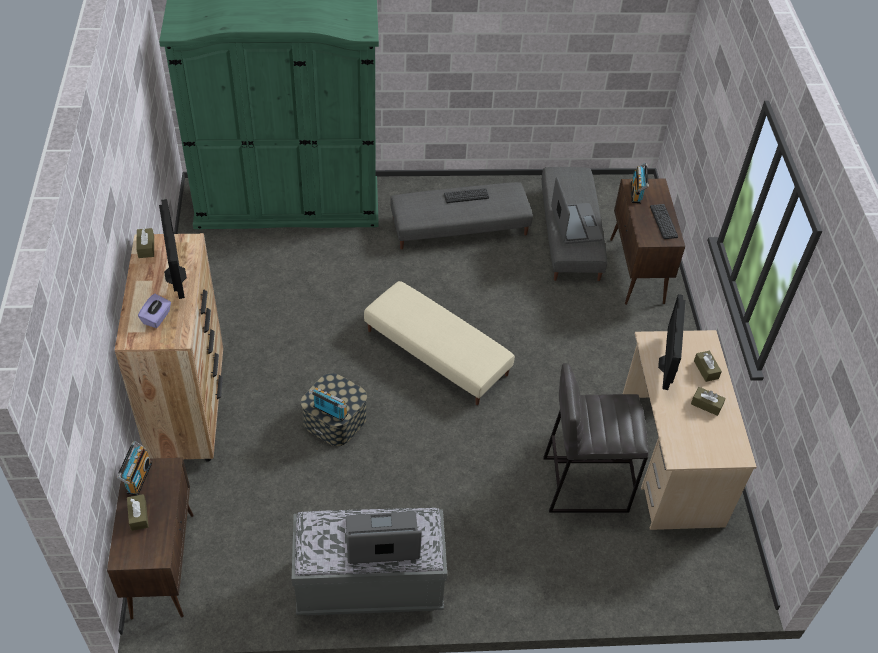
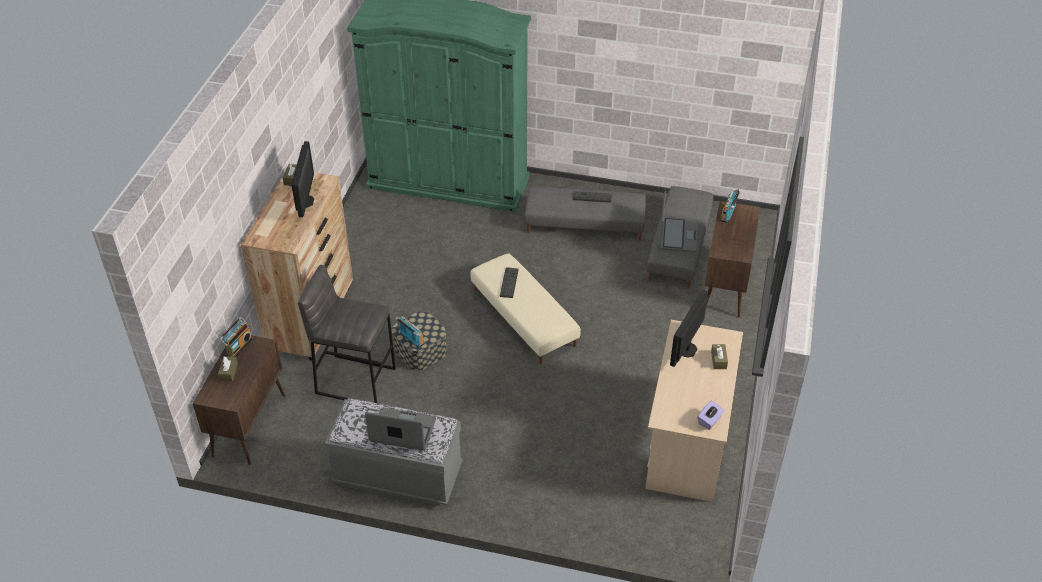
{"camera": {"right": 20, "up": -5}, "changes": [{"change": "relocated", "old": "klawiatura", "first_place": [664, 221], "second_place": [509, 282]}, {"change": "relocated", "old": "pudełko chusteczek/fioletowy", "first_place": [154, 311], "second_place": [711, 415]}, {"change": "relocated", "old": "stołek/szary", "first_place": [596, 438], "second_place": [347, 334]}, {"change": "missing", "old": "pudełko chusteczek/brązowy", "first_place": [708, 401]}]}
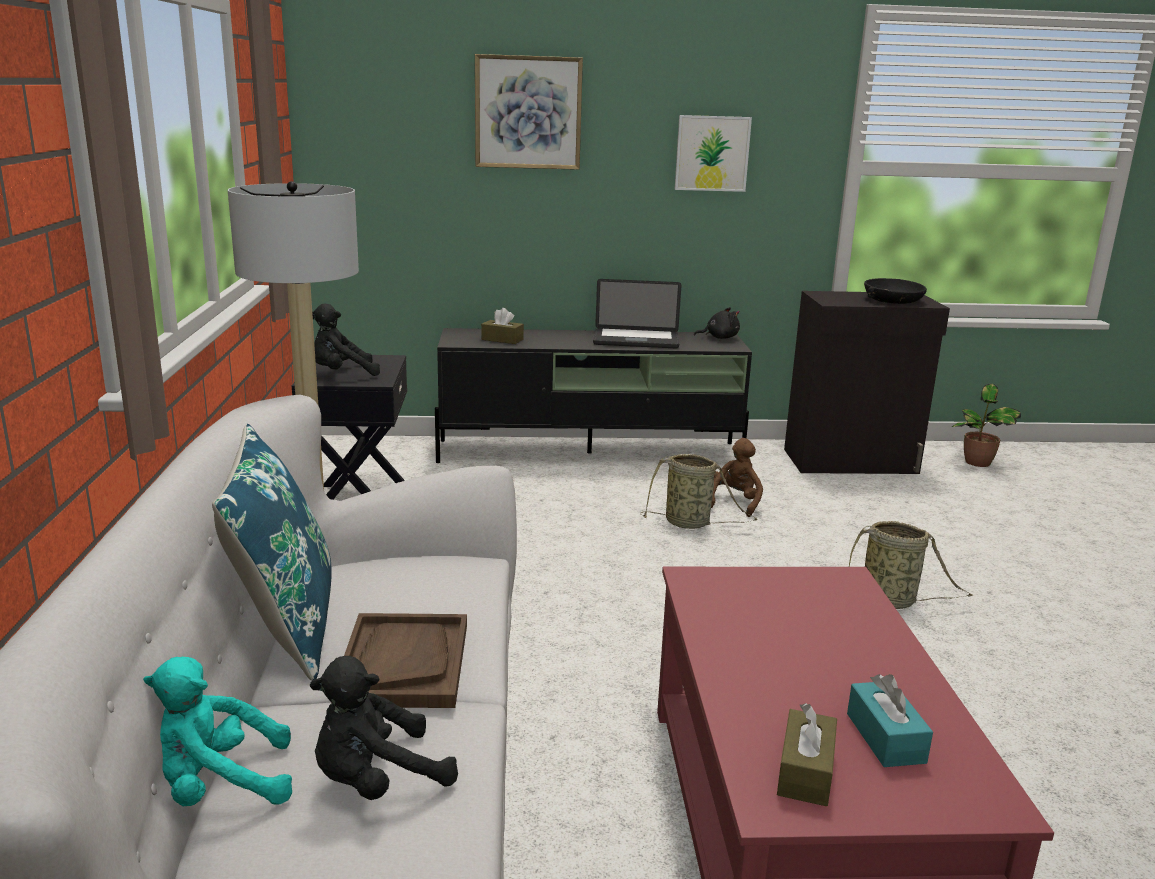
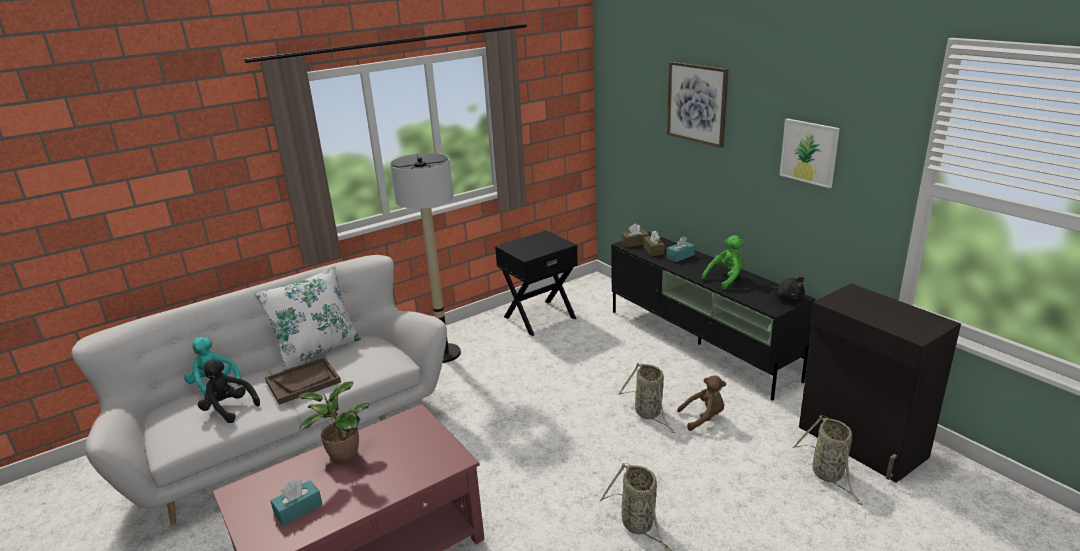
{"camera": {"right": 60, "up": 5}, "changes": [{"change": "missing", "old": "miska/czarny", "first_place": [895, 291]}, {"change": "exchanged", "old": "laptop", "new": "pluszak/zielony", "first_place": [637, 313], "second_place": [722, 262]}, {"change": "missing", "old": "pluszak/czarny", "first_place": [346, 340]}, {"change": "relocated", "old": "roślina doniczkowa", "first_place": [986, 425], "second_place": [334, 422]}, {"change": "colour", "old": "poduszka/niebieski", "new": "poduszka/biały", "first_place": [272, 552], "second_place": [307, 318]}, {"change": "relocated", "old": "pudełko chusteczek/brązowy", "first_place": [807, 754], "second_place": [635, 235]}, {"change": "appeared", "new": "pudełko chusteczek/turkusowy", "second_place": [681, 249]}, {"change": "appeared", "new": "koszyk", "second_place": [828, 460]}]}
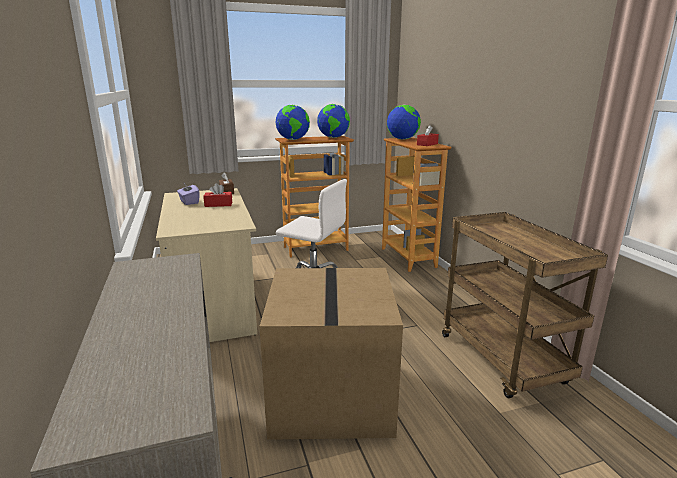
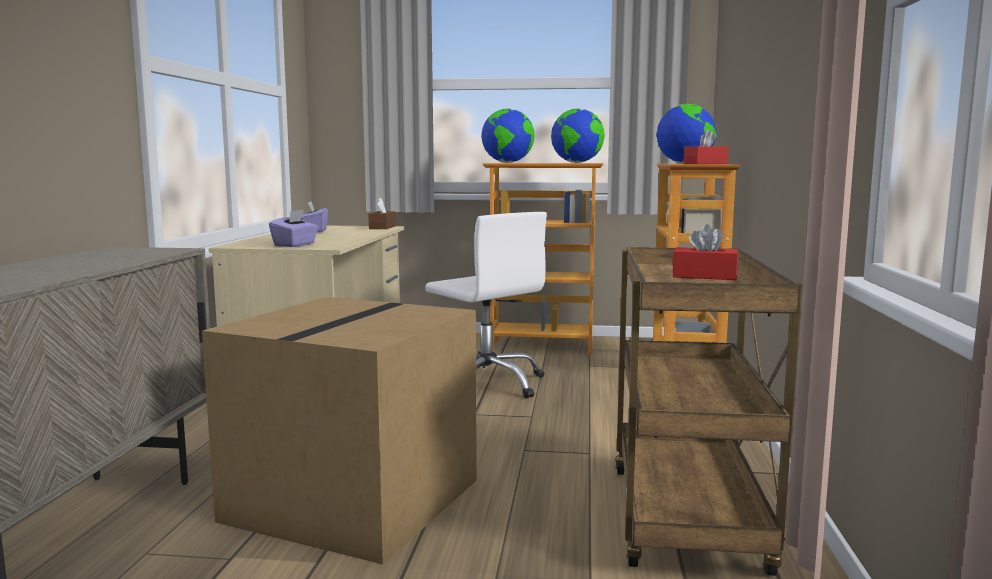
{"camera": {"right": 25, "up": -10}, "changes": [{"change": "relocated", "old": "pudełko chusteczek/czerwony", "first_place": [217, 195], "second_place": [705, 252]}, {"change": "appeared", "new": "pudełko chusteczek/fioletowy", "second_place": [293, 228]}]}
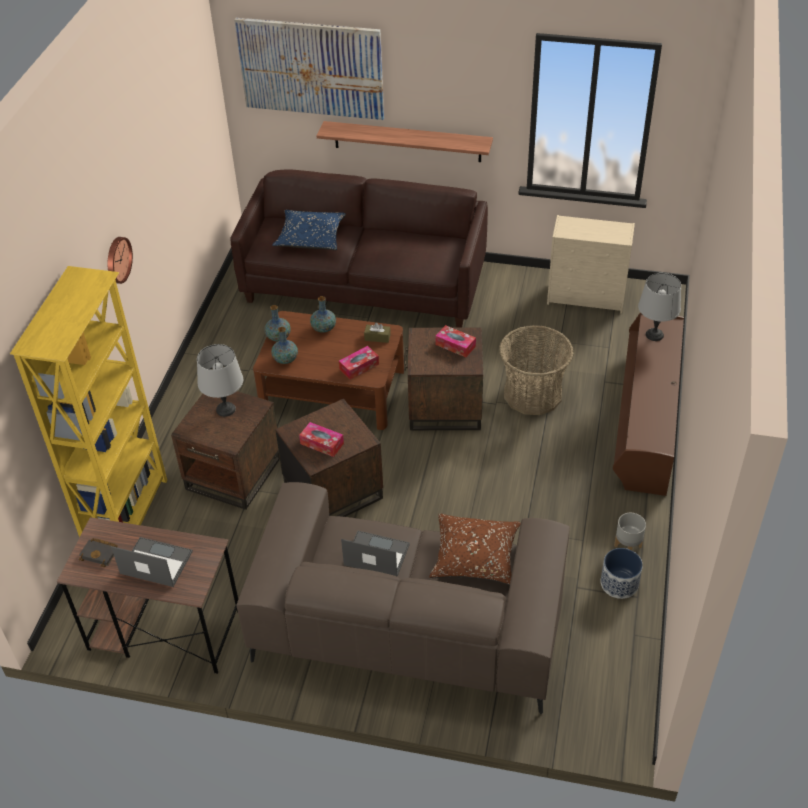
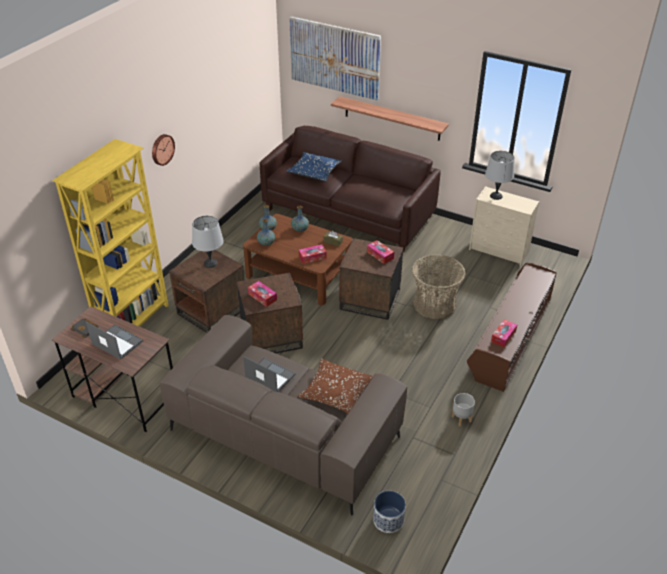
{"camera": {"right": 15, "up": -5}, "changes": [{"change": "relocated", "old": "lampa stołowa/szary", "first_place": [659, 307], "second_place": [500, 175]}, {"change": "relocated", "old": "donica", "first_place": [622, 573], "second_place": [389, 512]}, {"change": "appeared", "new": "pudełko chusteczek", "second_place": [504, 333]}]}
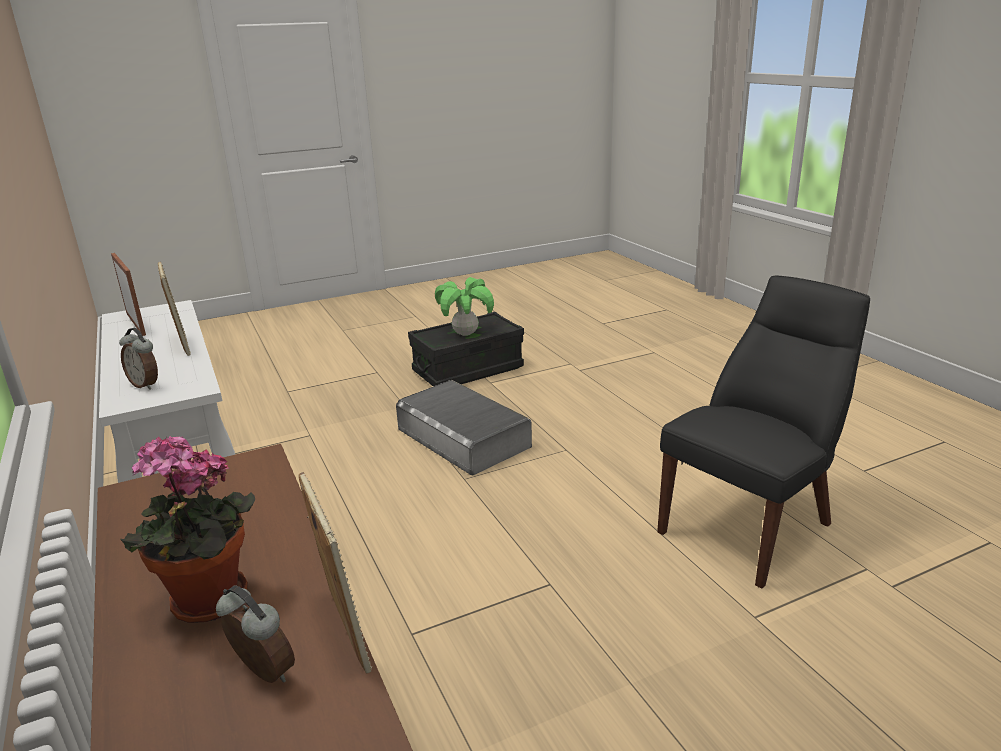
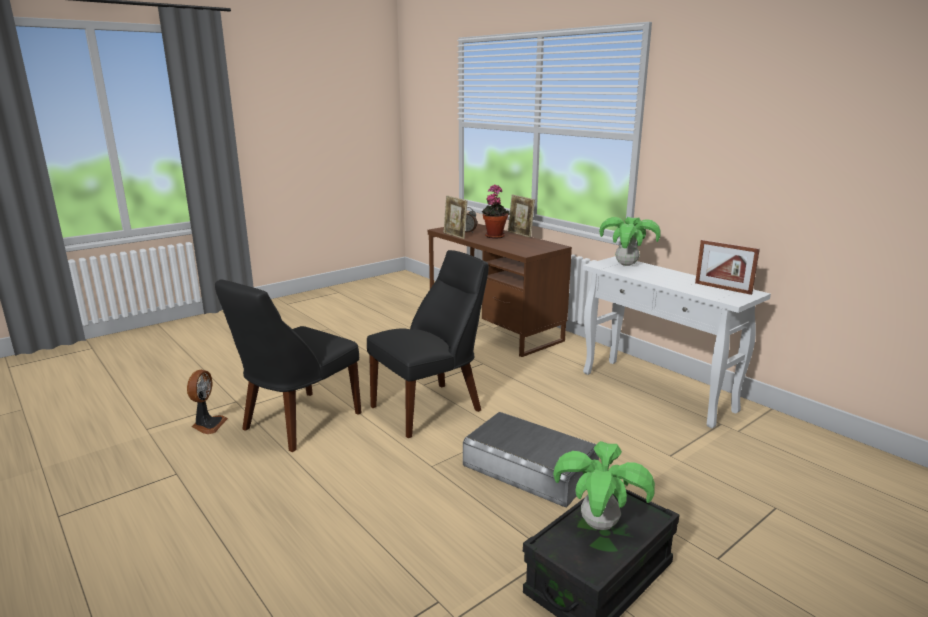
{"camera": {"right": 165, "up": -5}, "changes": [{"change": "relocated", "old": "ramka na zdjęcie", "first_place": [174, 309], "second_place": [521, 216]}, {"change": "exchanged", "old": "budzik", "new": "roślina doniczkowa", "first_place": [138, 359], "second_place": [630, 241]}, {"change": "appeared", "new": "krzesło/czarny", "second_place": [428, 344]}, {"change": "appeared", "new": "wentylator", "second_place": [207, 402]}]}
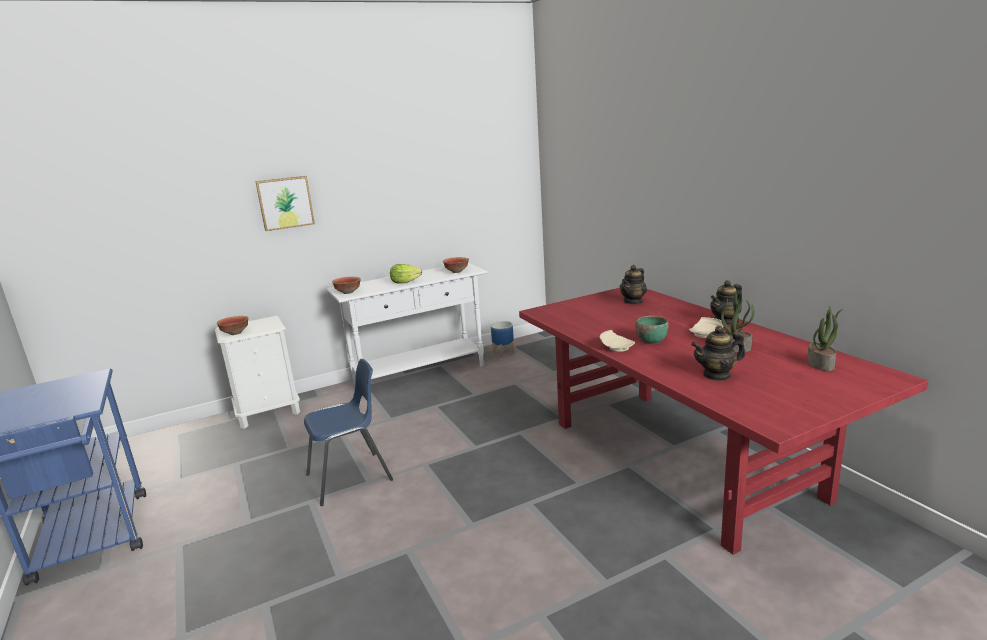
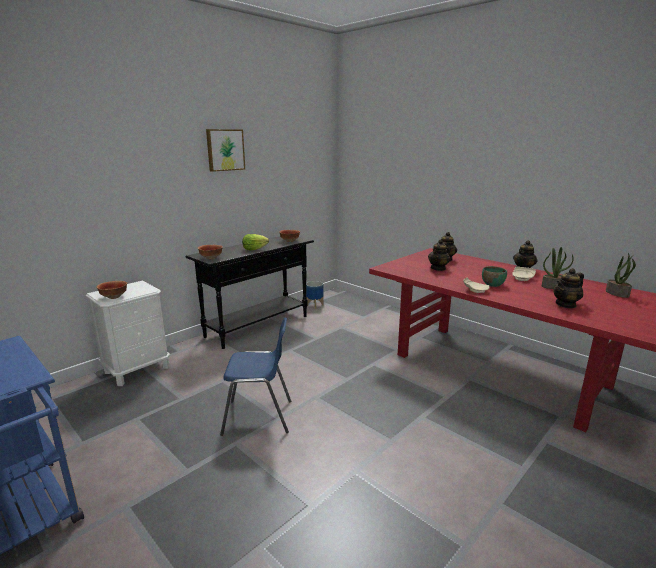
{"camera": {"right": -20, "up": 0}, "changes": [{"change": "relocated", "old": "obraz", "first_place": [285, 203], "second_place": [225, 150]}, {"change": "colour", "old": "stolik konsolowy/biały", "new": "stolik konsolowy/czarny", "first_place": [407, 323], "second_place": [249, 292]}, {"change": "spun", "old": "krzesło/niebieski", "first_place": [348, 432], "second_place": [255, 377], "degrees": 45}, {"change": "appeared", "new": "imbryk", "second_place": [439, 255]}]}
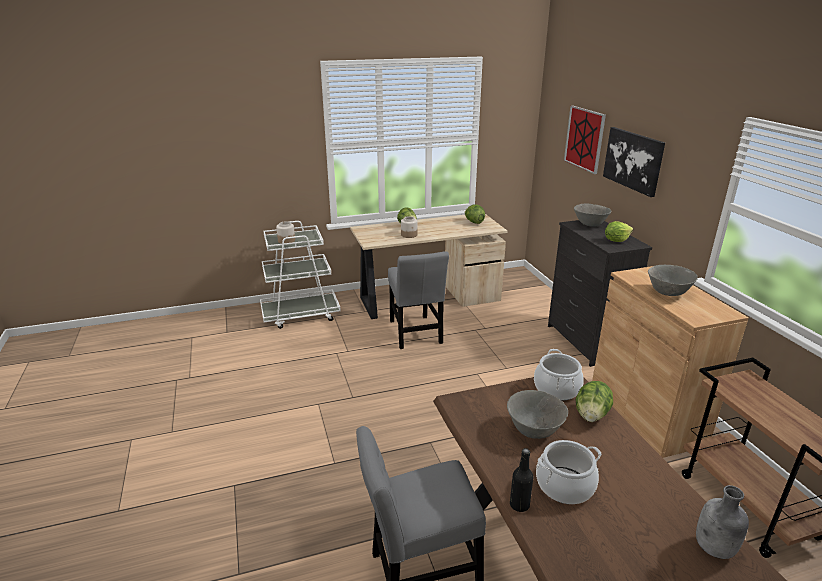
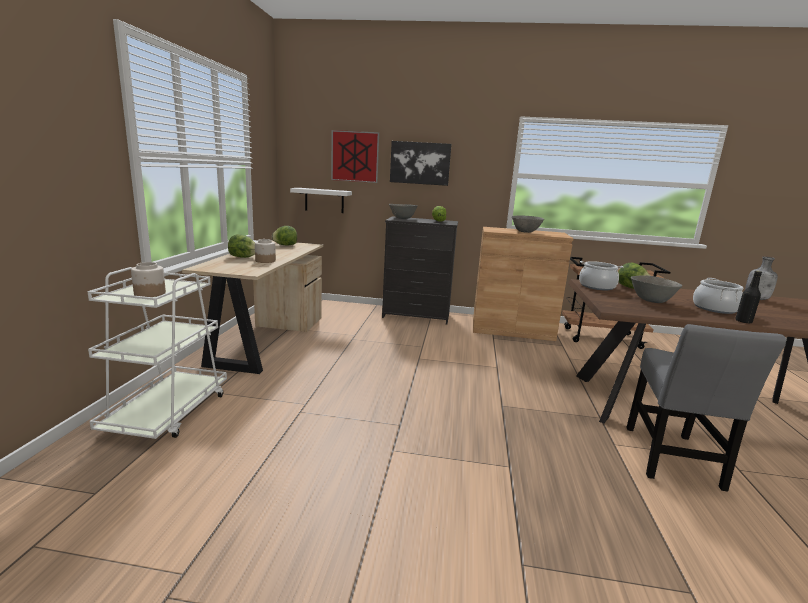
{"camera": {"right": -65, "up": -10}, "changes": [{"change": "missing", "old": "krzesło/szary", "first_place": [418, 300]}, {"change": "appeared", "new": "półka/biały", "second_place": [321, 200]}]}
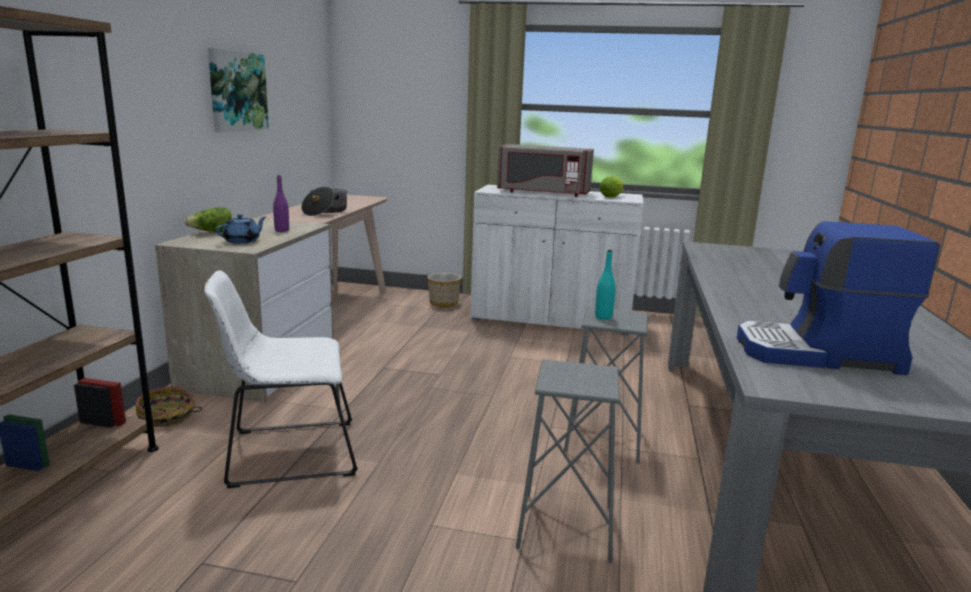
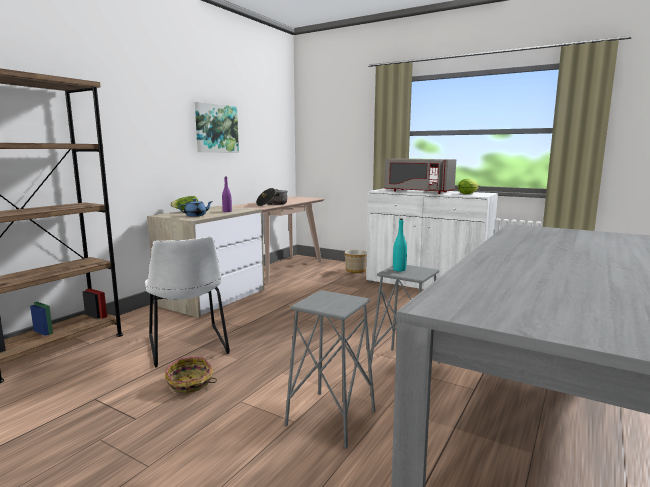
{"camera": {"right": 20, "up": -5}, "changes": [{"change": "missing", "old": "ekspres do kawy", "first_place": [838, 298]}, {"change": "spun", "old": "krzesło/biały", "first_place": [281, 379], "second_place": [187, 302], "degrees": -120}, {"change": "relocated", "old": "koszyk", "first_place": [169, 406], "second_place": [191, 375]}]}
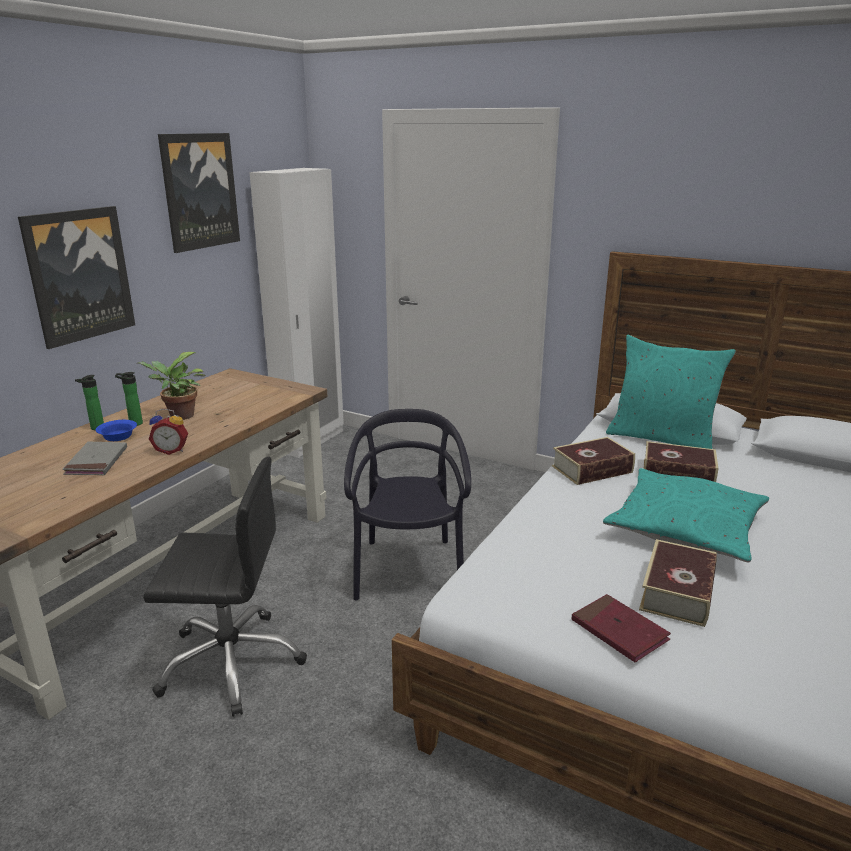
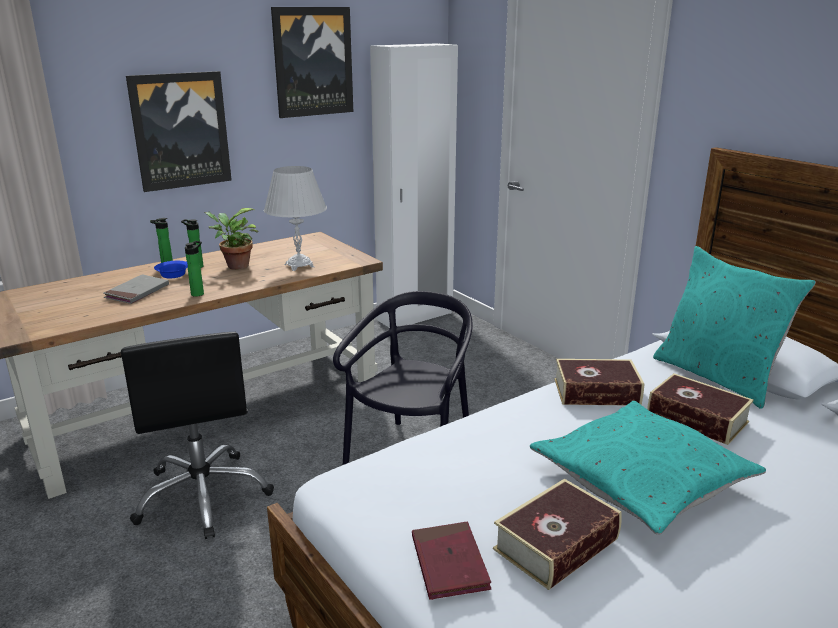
{"camera": {"right": 25, "up": 0}, "changes": [{"change": "exchanged", "old": "budzik", "new": "butelka", "first_place": [168, 431], "second_place": [194, 269]}, {"change": "spun", "old": "krzesło biurowe/czarny", "first_place": [225, 587], "second_place": [197, 435], "degrees": 45}, {"change": "appeared", "new": "lampa stołowa/biały", "second_place": [295, 218]}]}
